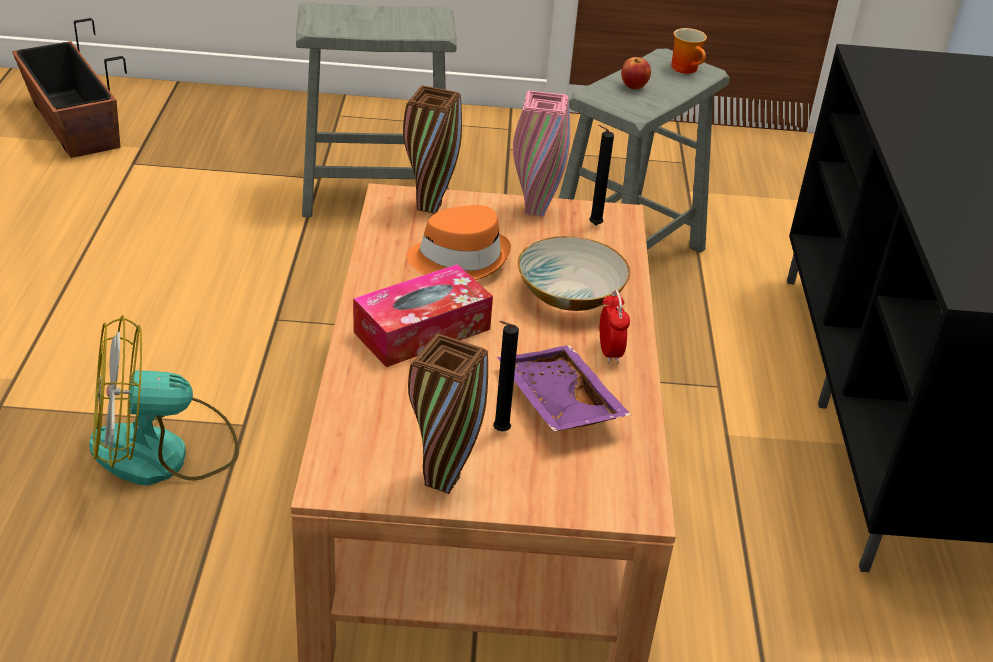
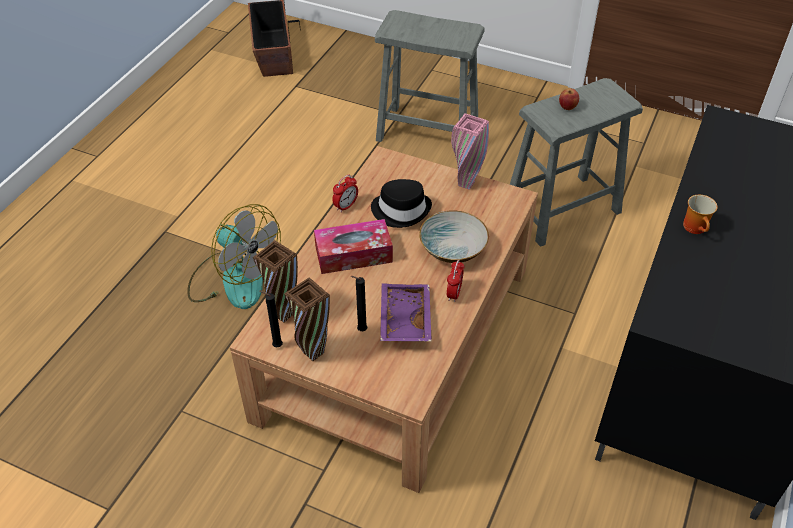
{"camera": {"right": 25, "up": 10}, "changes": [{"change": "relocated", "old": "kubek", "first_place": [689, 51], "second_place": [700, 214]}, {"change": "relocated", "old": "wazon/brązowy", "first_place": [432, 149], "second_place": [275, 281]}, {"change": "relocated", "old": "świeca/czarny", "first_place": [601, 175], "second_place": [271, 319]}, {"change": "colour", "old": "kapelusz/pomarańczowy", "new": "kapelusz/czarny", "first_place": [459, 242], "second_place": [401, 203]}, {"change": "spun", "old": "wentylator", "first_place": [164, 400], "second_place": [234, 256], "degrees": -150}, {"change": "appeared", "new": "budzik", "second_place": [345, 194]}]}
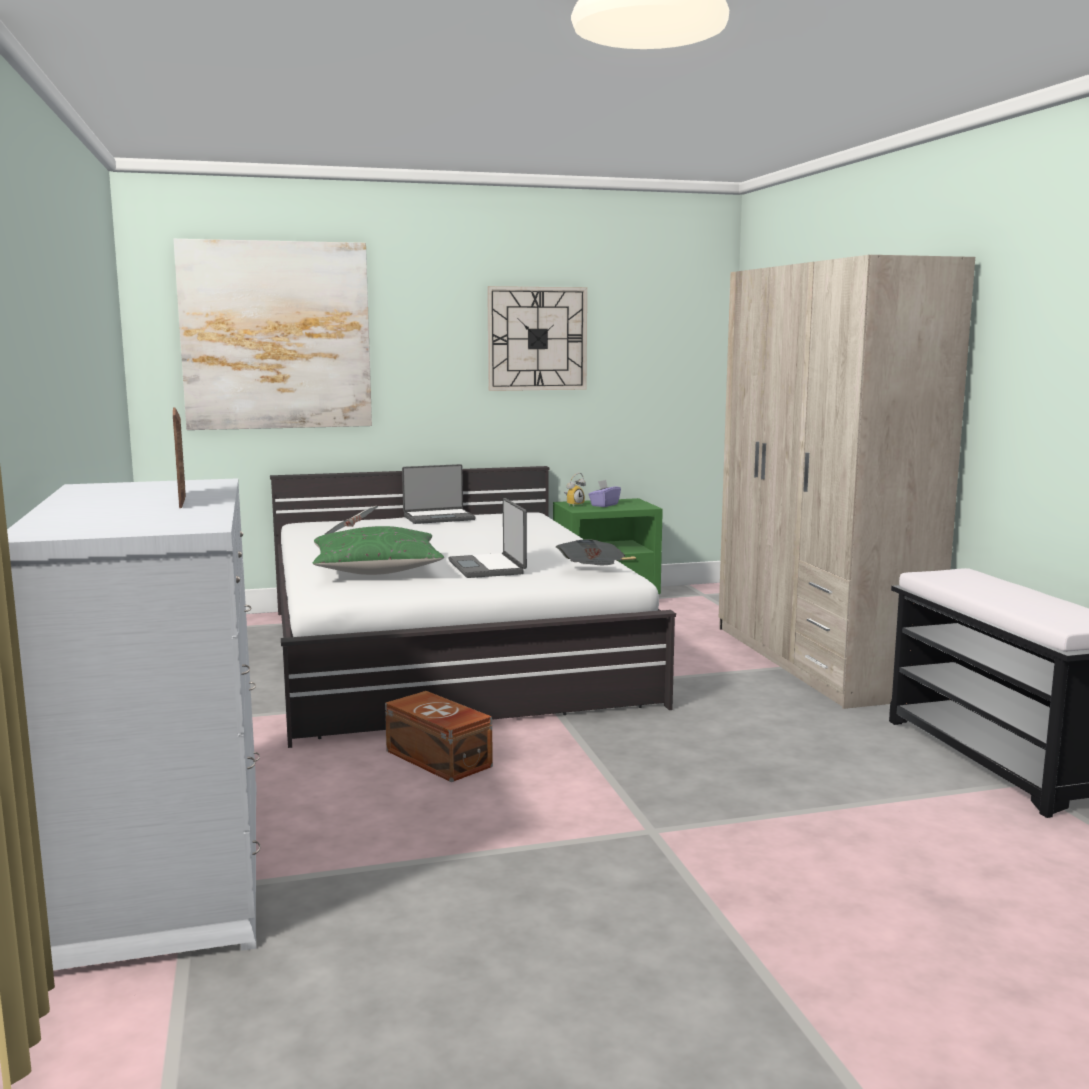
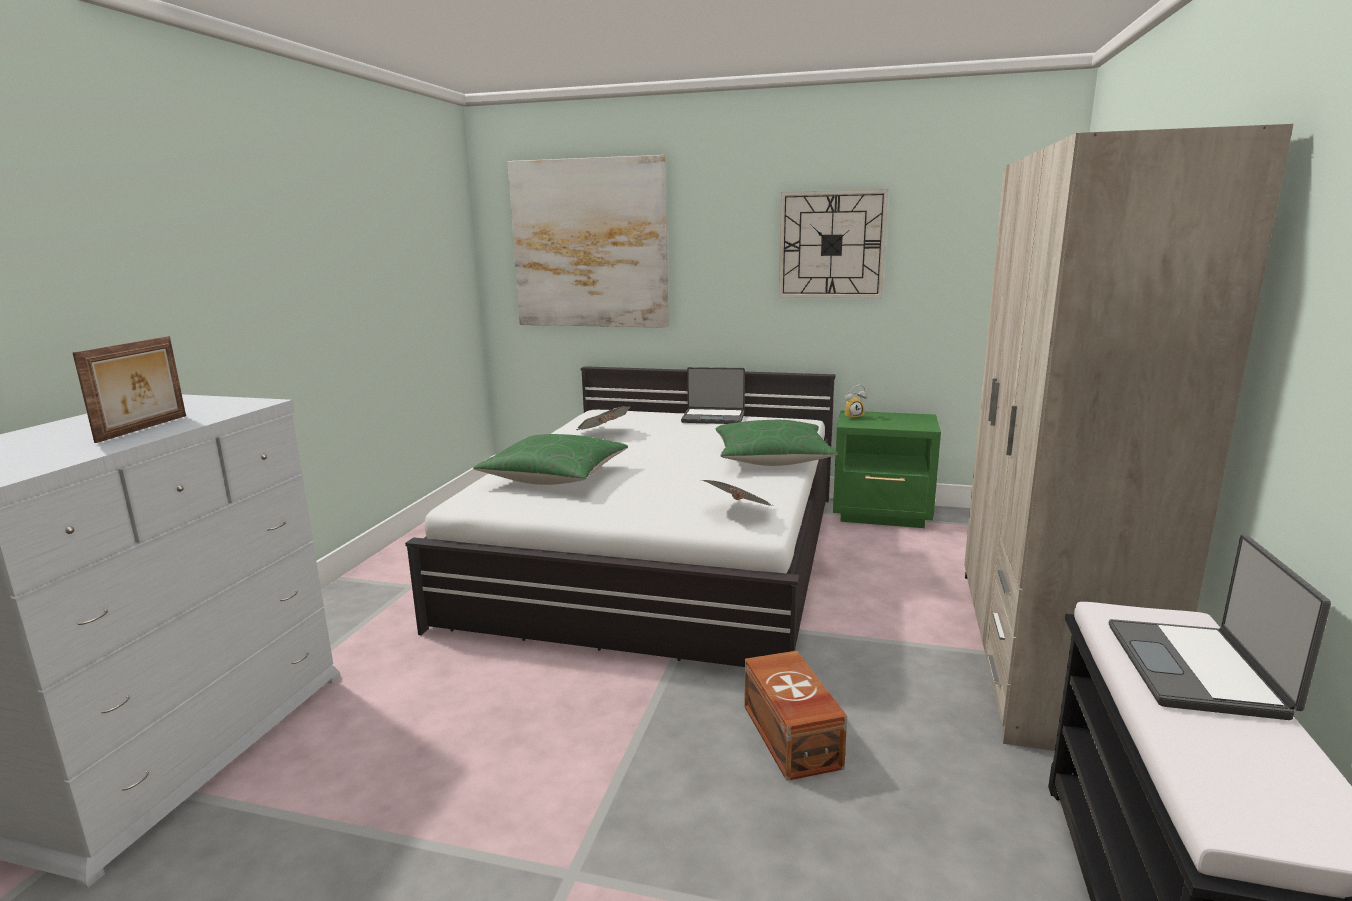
{"camera": {"right": 30, "up": 5}, "changes": [{"change": "missing", "old": "pudełko chusteczek/fioletowy", "first_place": [604, 493]}, {"change": "relocated", "old": "laptop", "first_place": [488, 538], "second_place": [1220, 627]}, {"change": "relocated", "old": "pojemnik do przechowywania/brązowy", "first_place": [439, 736], "second_place": [795, 716]}, {"change": "appeared", "new": "poduszka/zielony", "second_place": [777, 443]}]}
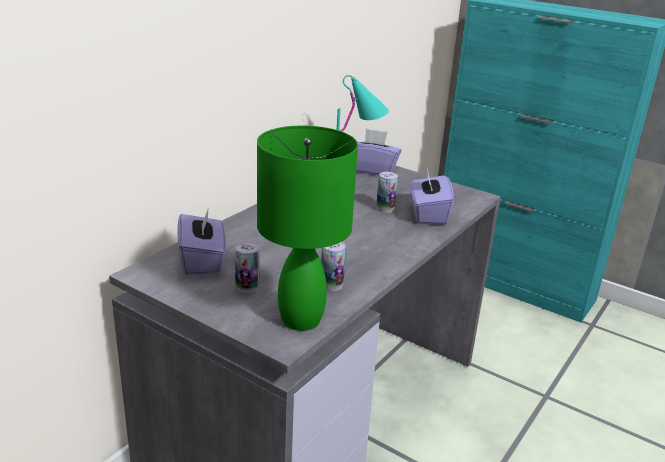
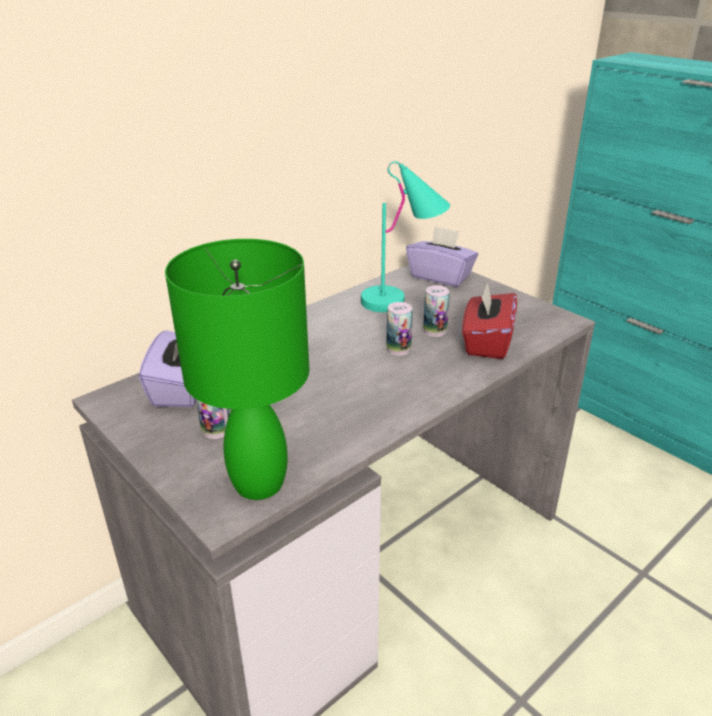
{"camera": {"right": 15, "up": 5}, "changes": [{"change": "colour", "old": "pudełko chusteczek/fioletowy", "new": "pudełko chusteczek/czerwony", "first_place": [432, 196], "second_place": [489, 320]}, {"change": "relocated", "old": "puszka", "first_place": [333, 266], "second_place": [399, 329]}]}
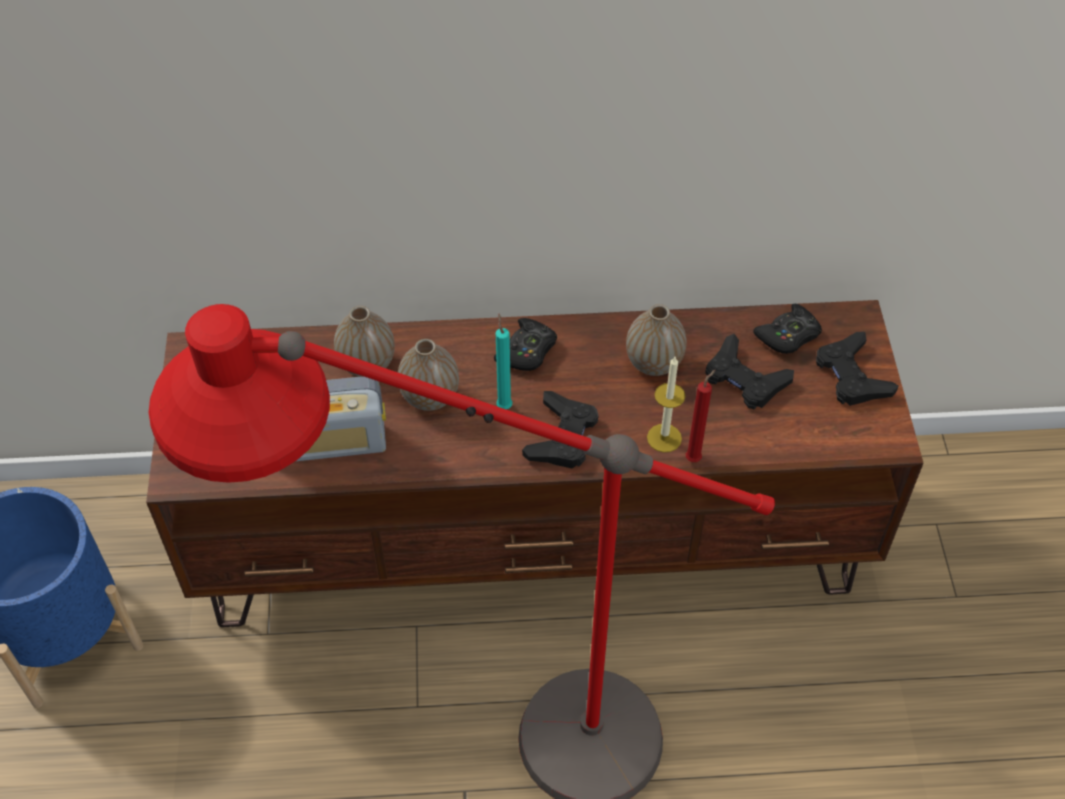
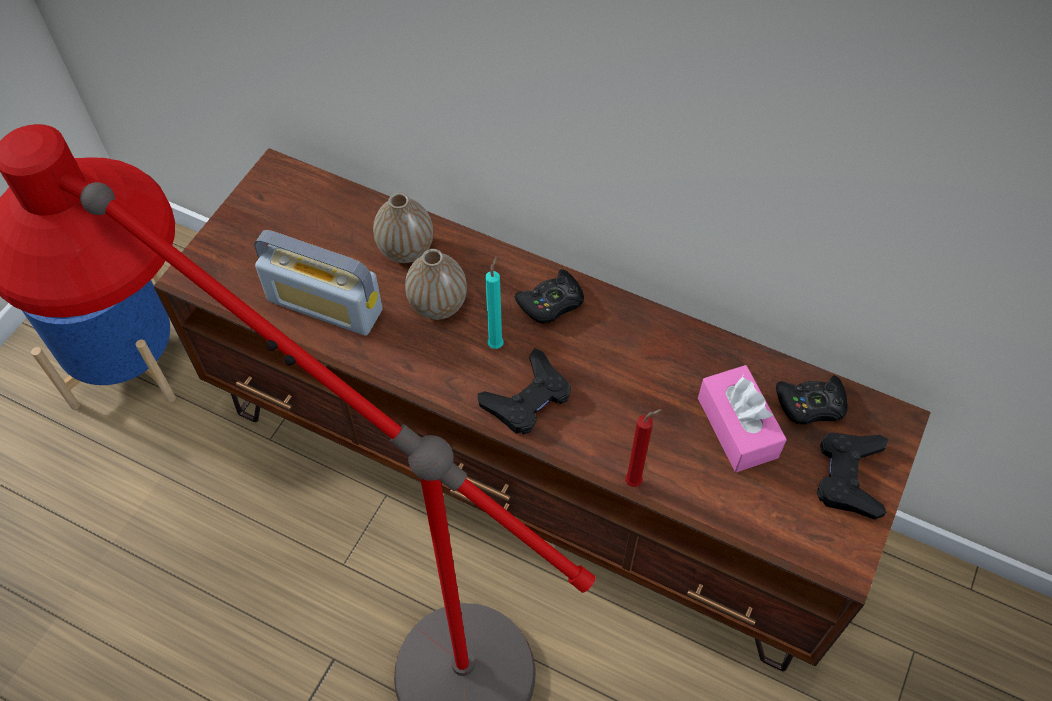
{"camera": {"right": 30, "up": 5}, "changes": [{"change": "missing", "old": "wazon", "first_place": [656, 340]}, {"change": "exchanged", "old": "pad do gier/czarny", "new": "pudełko chusteczek/różowy", "first_place": [749, 371], "second_place": [742, 418]}, {"change": "missing", "old": "świeca", "first_place": [666, 404]}]}
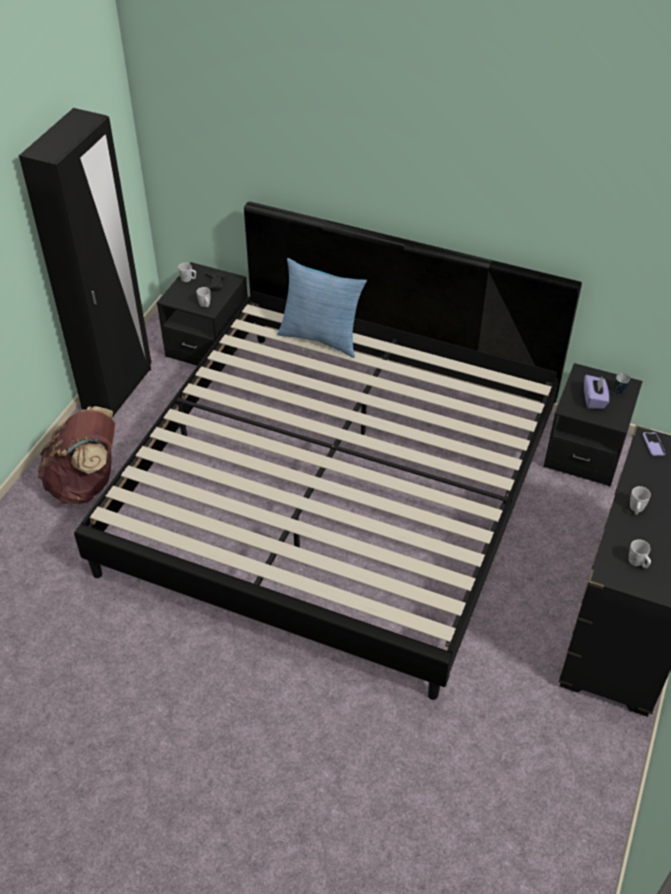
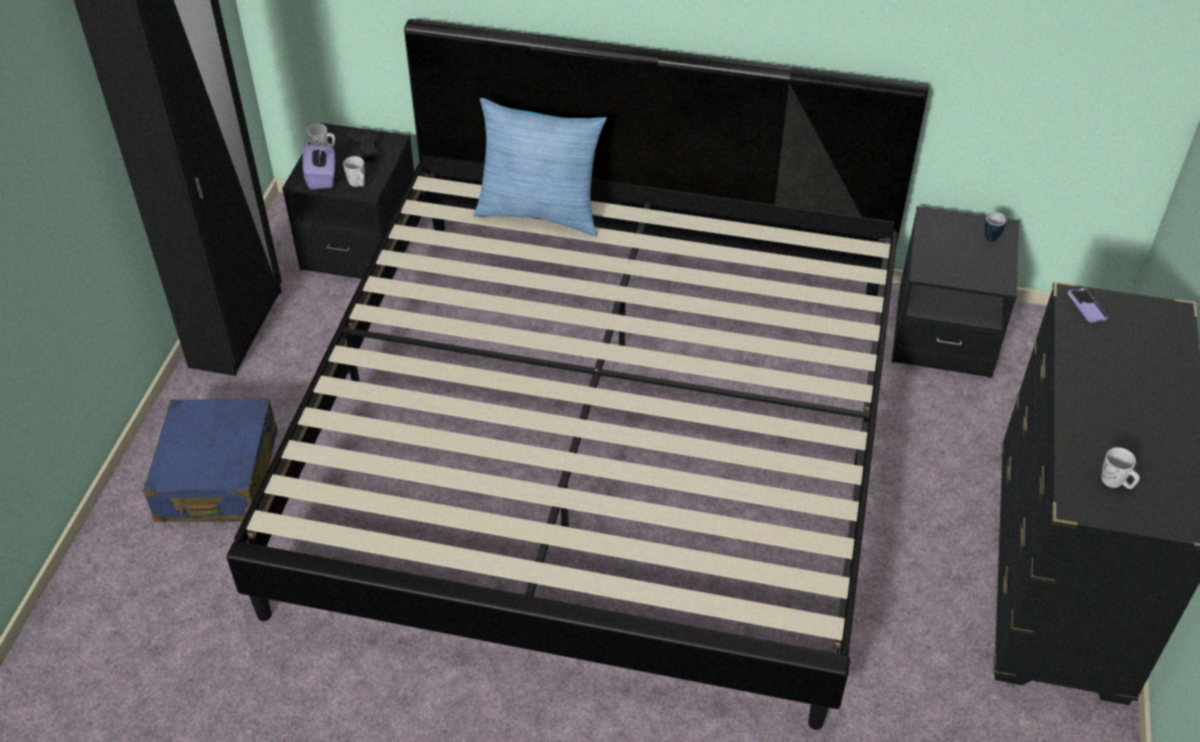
{"camera": {"right": -10, "up": 0}, "changes": [{"change": "relocated", "old": "pudełko chusteczek/fioletowy", "first_place": [596, 392], "second_place": [319, 166]}, {"change": "exchanged", "old": "plecak/brązowy", "new": "walizka/niebieski", "first_place": [76, 455], "second_place": [210, 460]}, {"change": "missing", "old": "kubek/biały", "first_place": [640, 500]}]}
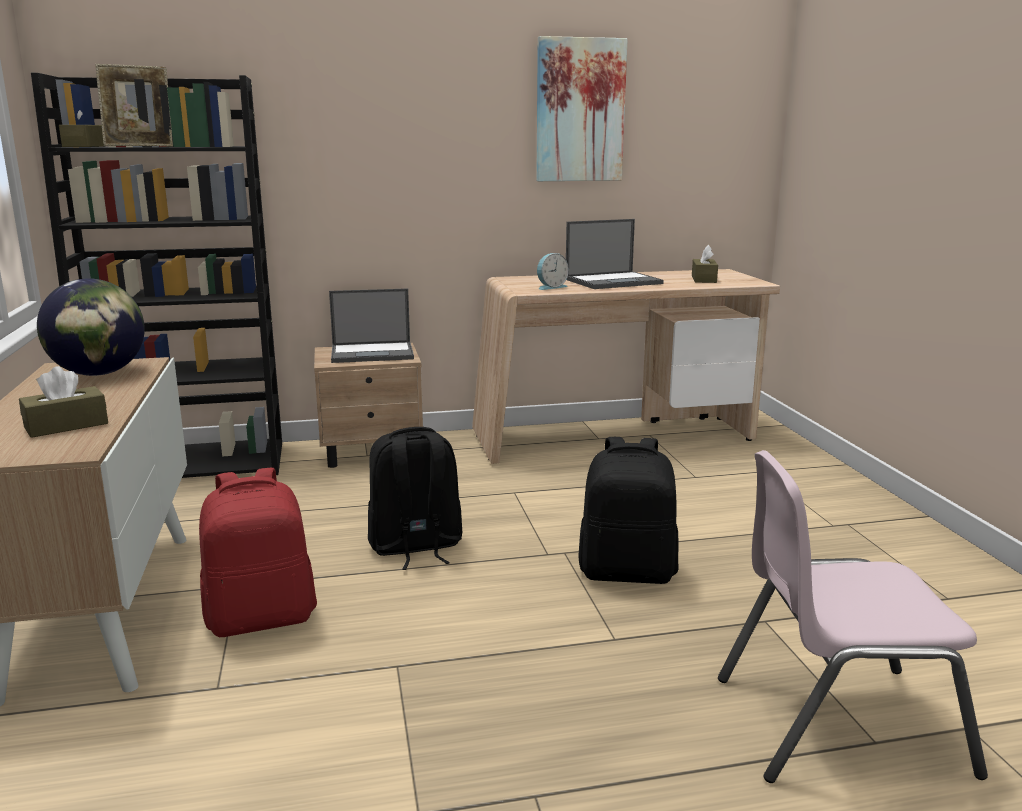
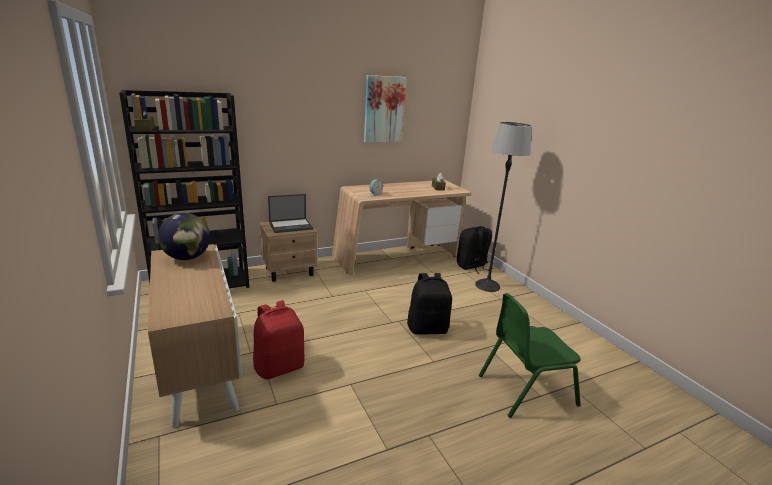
{"camera": {"right": -15, "up": 5}, "changes": [{"change": "missing", "old": "ramka na zdjęcie", "first_place": [134, 105]}, {"change": "missing", "old": "laptop", "first_place": [615, 254]}, {"change": "missing", "old": "pudełko chusteczek/brązowy", "first_place": [63, 402]}, {"change": "relocated", "old": "plecak/czarny", "first_place": [415, 498], "second_place": [474, 250]}, {"change": "colour", "old": "krzesło/różowy", "new": "krzesło/zielony", "first_place": [853, 616], "second_place": [530, 355]}, {"change": "appeared", "new": "lampa stojąca", "second_place": [503, 207]}]}
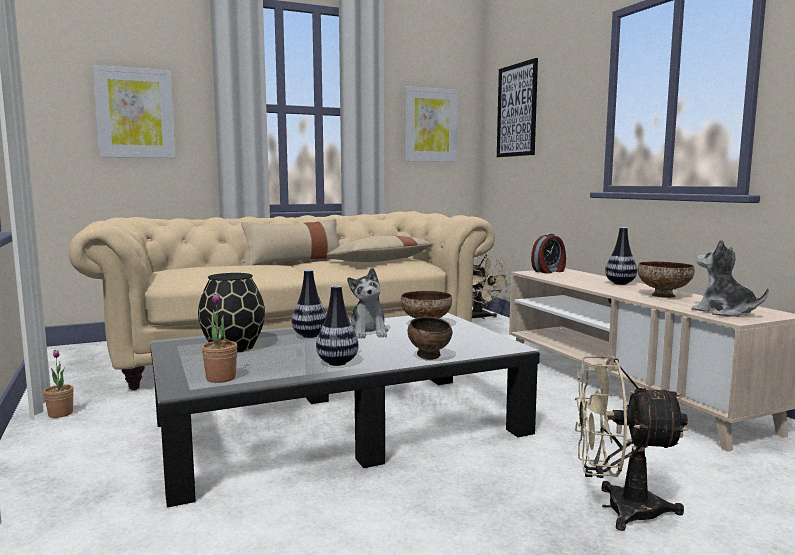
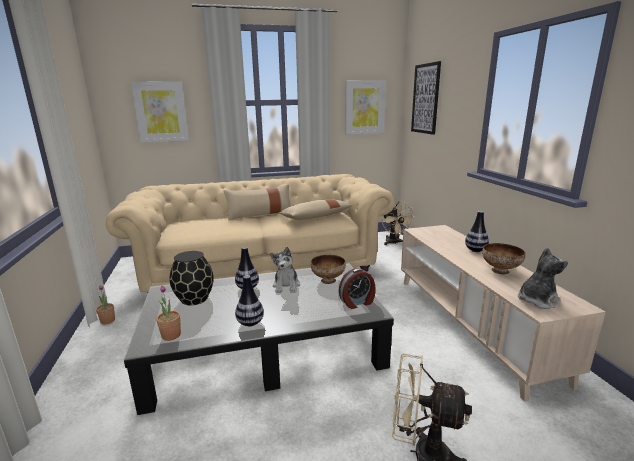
{"camera": {"right": 10, "up": 10}, "changes": [{"change": "relocated", "old": "budzik", "first_place": [548, 254], "second_place": [357, 288]}, {"change": "spun", "old": "pluszak", "first_place": [730, 278], "second_place": [543, 278], "degrees": 90}, {"change": "missing", "old": "miska/brązowy", "first_place": [429, 338]}]}
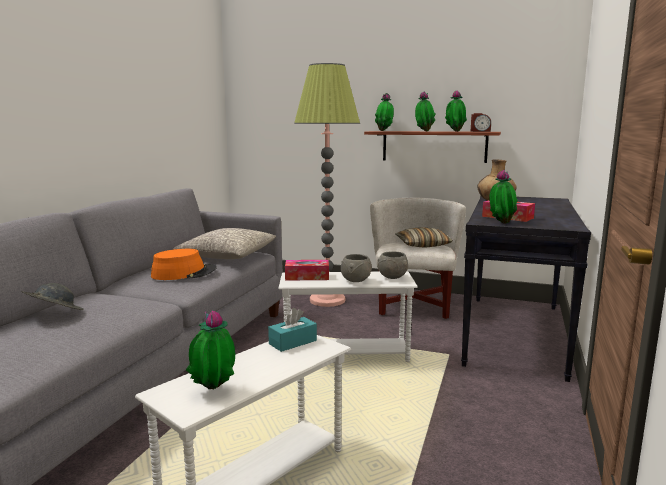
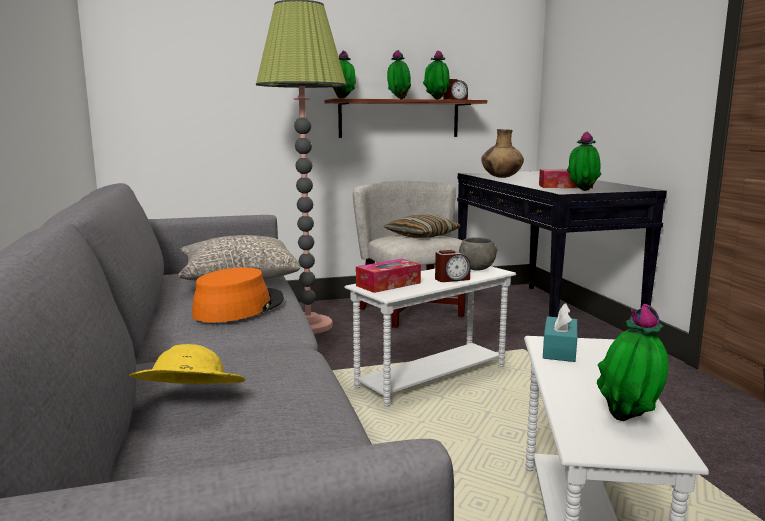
{"camera": {"right": -35, "up": 0}, "changes": [{"change": "exchanged", "old": "miska/szary", "new": "budzik", "first_place": [356, 268], "second_place": [453, 266]}, {"change": "colour", "old": "kapelusz/szary", "new": "kapelusz/żółty", "first_place": [52, 296], "second_place": [187, 364]}]}
